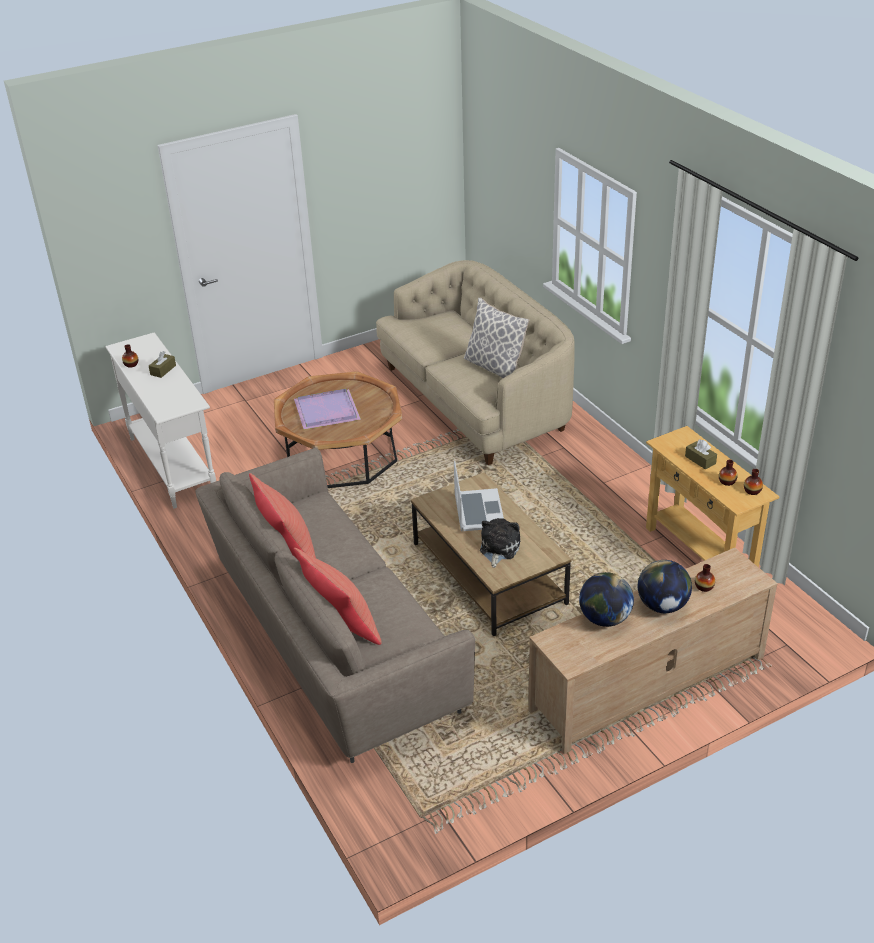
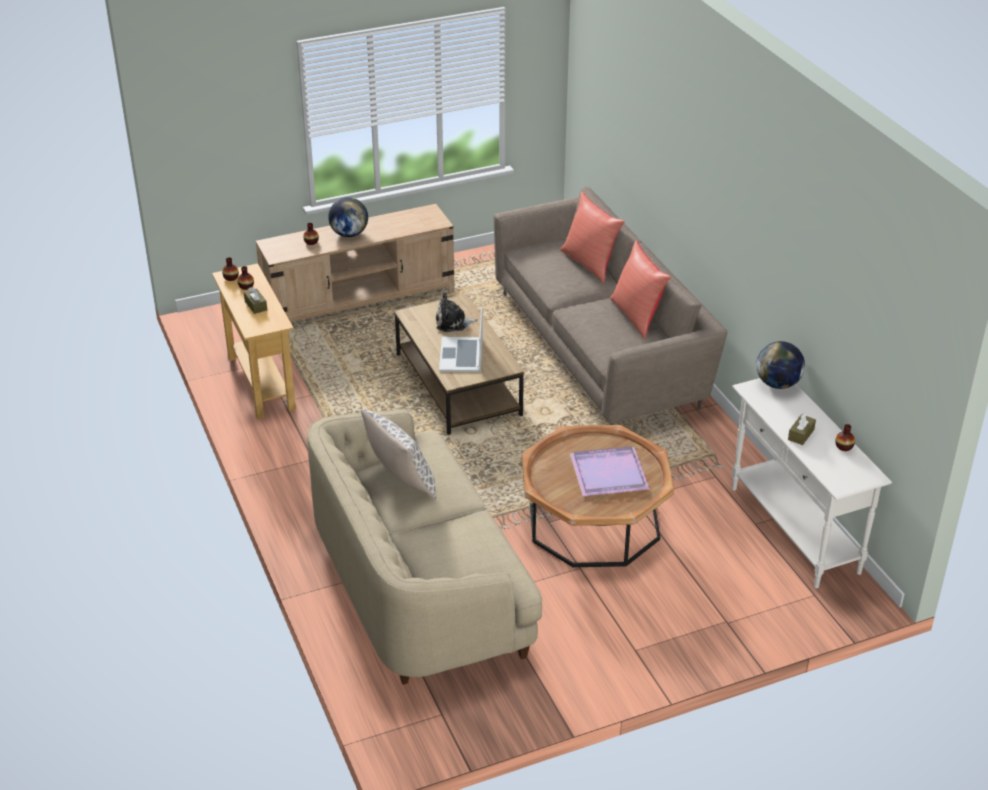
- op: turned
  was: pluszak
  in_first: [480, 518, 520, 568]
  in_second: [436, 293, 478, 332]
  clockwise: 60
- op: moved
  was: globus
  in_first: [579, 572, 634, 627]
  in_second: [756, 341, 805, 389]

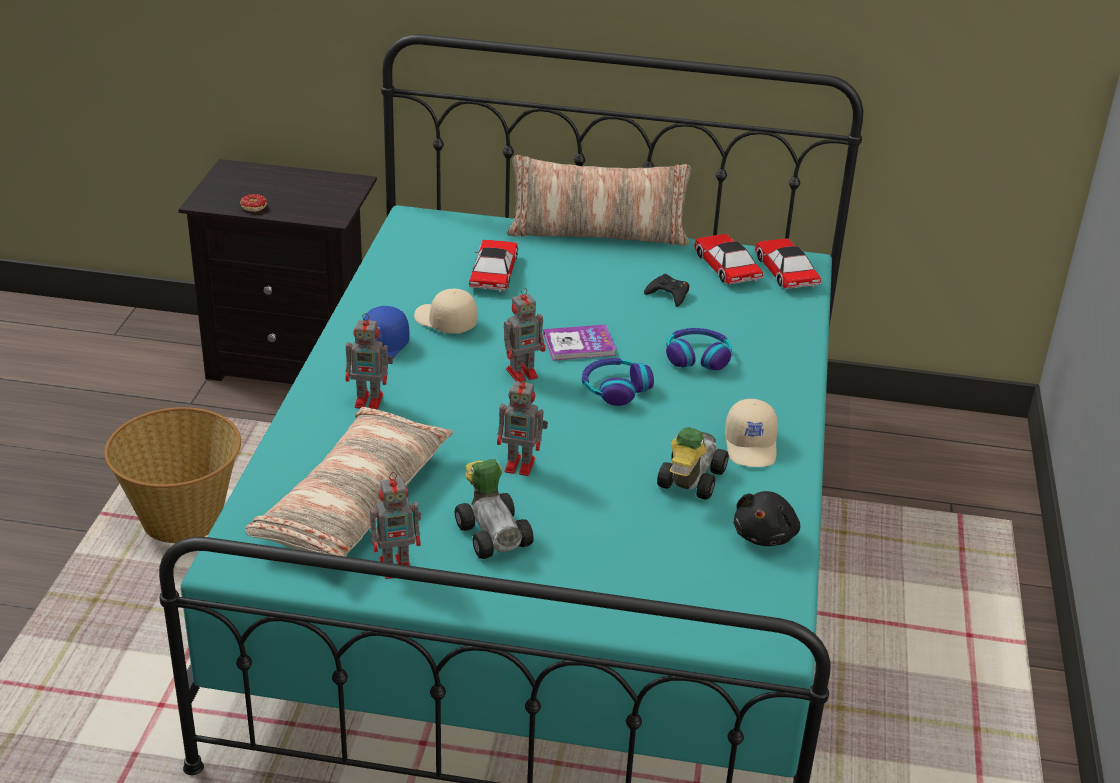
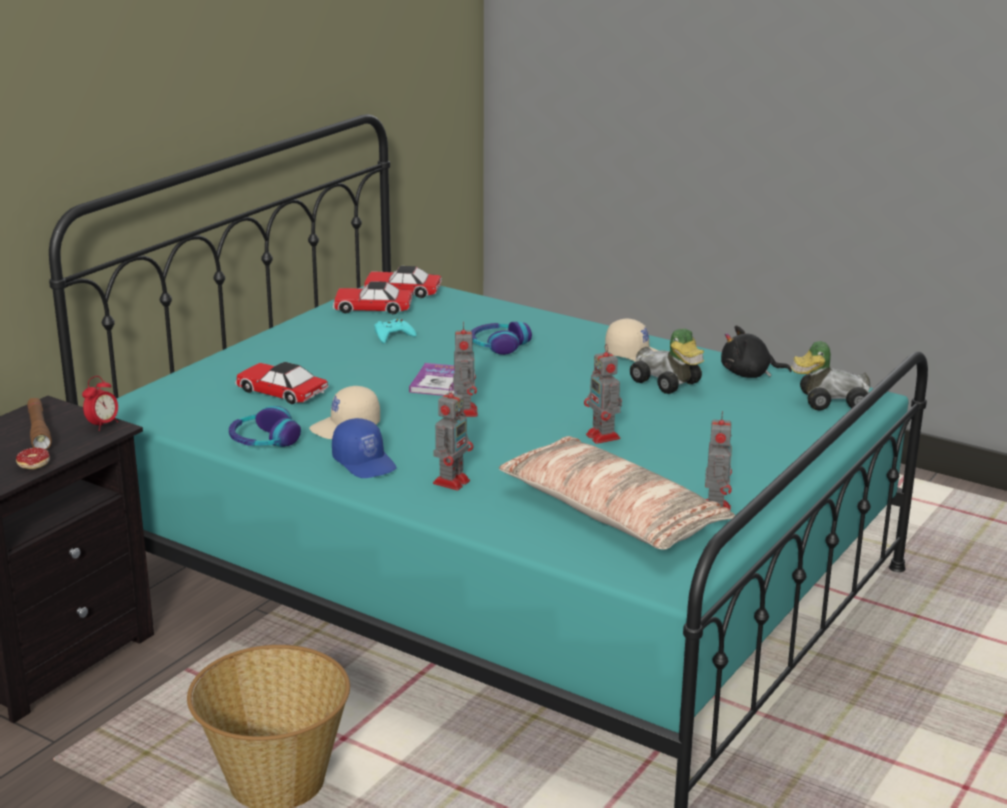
- op: added
  now: latarka [brązowy]
  in_second: [27, 398, 52, 450]
- op: added
  now: budzik
  in_second: [82, 376, 118, 431]
- op: moved
  was: słuchawki
  in_first: [582, 358, 654, 406]
  in_second: [229, 406, 301, 447]
- op: recoloured
  was: pad do gier [czarny]
  now: pad do gier [turkusowy]
  in_first: [644, 274, 689, 307]
  in_second: [374, 319, 417, 343]
- op: turned
  was: robot zabawkowy
  in_first: [497, 375, 548, 476]
  in_second: [584, 344, 622, 444]
  clockwise: 120
- op: turned
  was: pluszak [czarny]
  in_first: [734, 491, 800, 546]
  in_second: [721, 326, 792, 378]
  clockwise: 135
- op: moved
  was: samochodzik
  in_first: [455, 459, 534, 559]
  in_second: [791, 341, 870, 411]
- op: removed
  was: poduszka
  in_first: [506, 155, 691, 246]

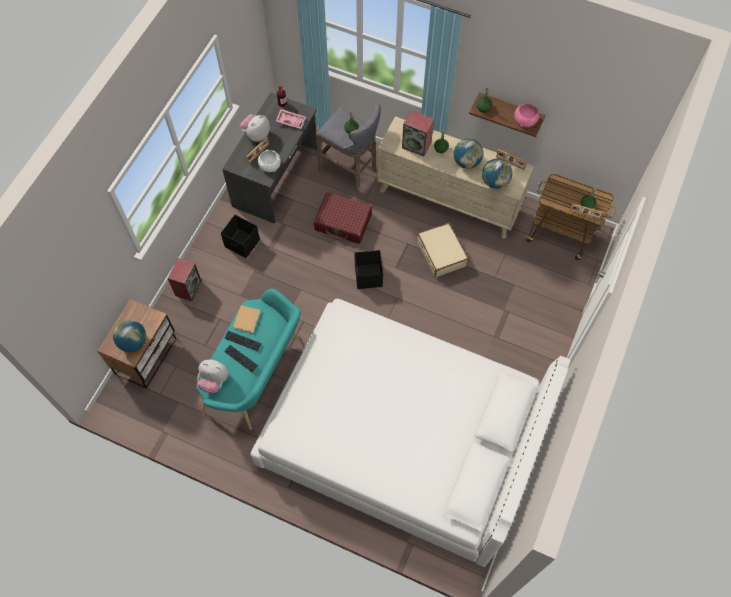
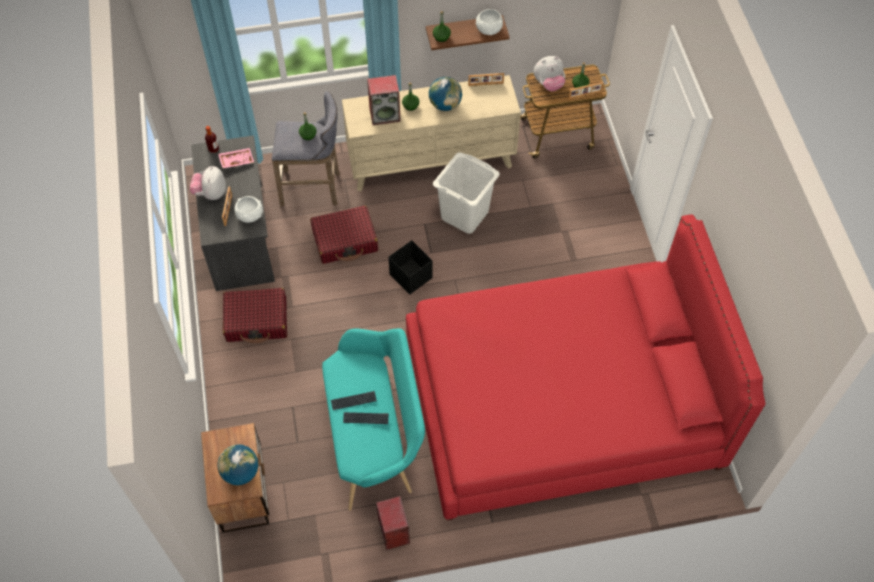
- op: replaced
  was: pojemnik do przechowywania [czarny]
  now: walizka [czerwony]
  in_first: [221, 215, 260, 258]
  in_second: [223, 288, 287, 343]
- op: moved
  was: głośnik
  in_first: [168, 258, 202, 301]
  in_second: [376, 496, 410, 550]
- op: recoloured
  was: łóżko [biały]
  now: łóżko [czerwony]
  in_first: [250, 299, 571, 567]
  in_second: [406, 215, 766, 521]
- op: replaced
  was: walizka [beżowy]
  now: kosz na pranie [biały]
  in_first: [417, 223, 468, 277]
  in_second: [433, 152, 500, 234]
- op: recoloured
  was: miska [różowy]
  now: miska [biały]
  in_first: [514, 104, 539, 127]
  in_second: [476, 9, 503, 35]
- op: moved
  was: pluszak
  in_first: [197, 360, 229, 393]
  in_second: [534, 56, 565, 91]
- op: removed
  was: książka [beżowy]
  in_first: [233, 305, 261, 333]
- op: removed
  was: globus
  in_first: [482, 158, 512, 189]

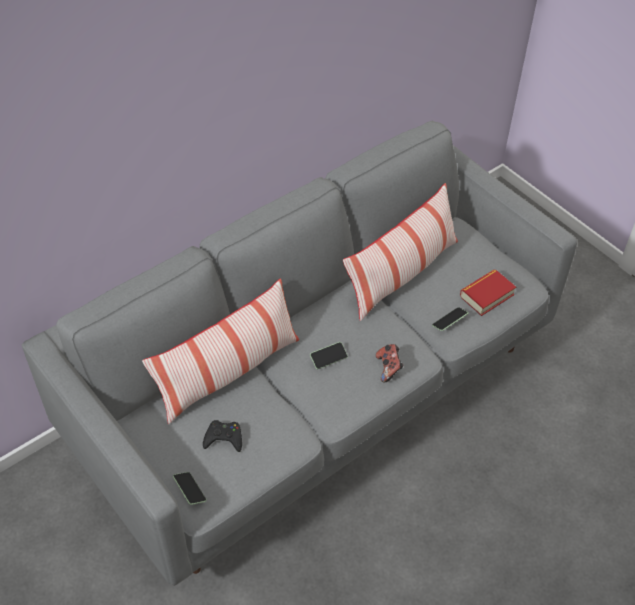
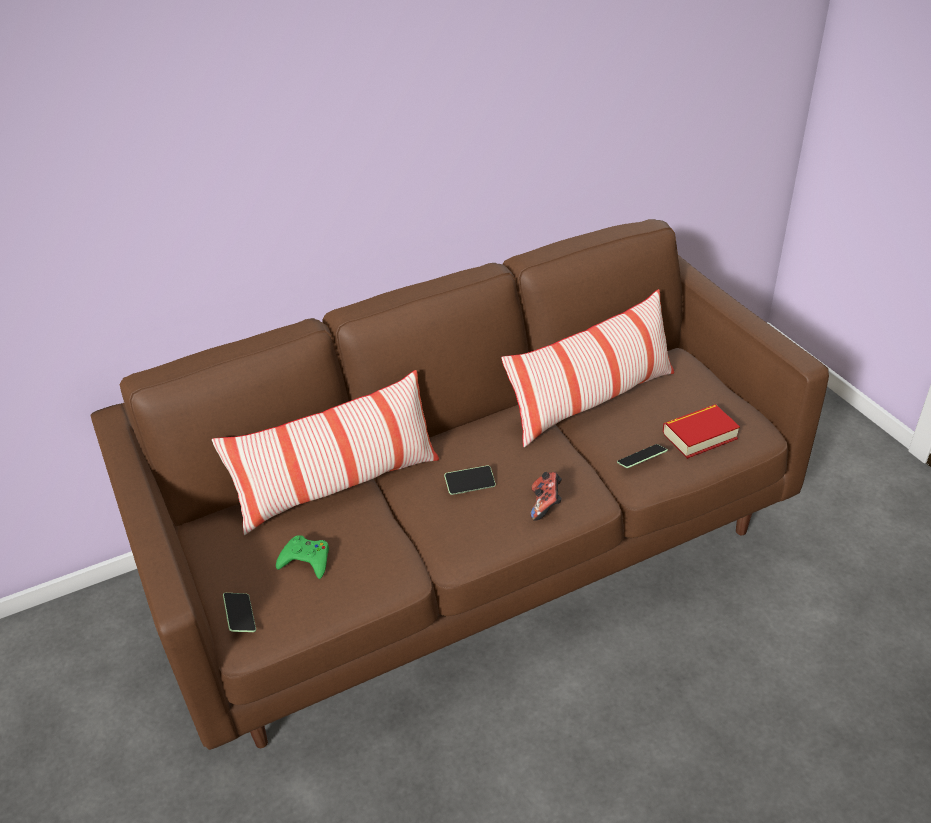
- op: recoloured
  was: kanapa [szary]
  now: kanapa [brązowy]
  in_first: [21, 121, 577, 586]
  in_second: [91, 219, 829, 750]
- op: recoloured
  was: pad do gier [czarny]
  now: pad do gier [zielony]
  in_first: [203, 420, 242, 452]
  in_second: [276, 535, 329, 579]

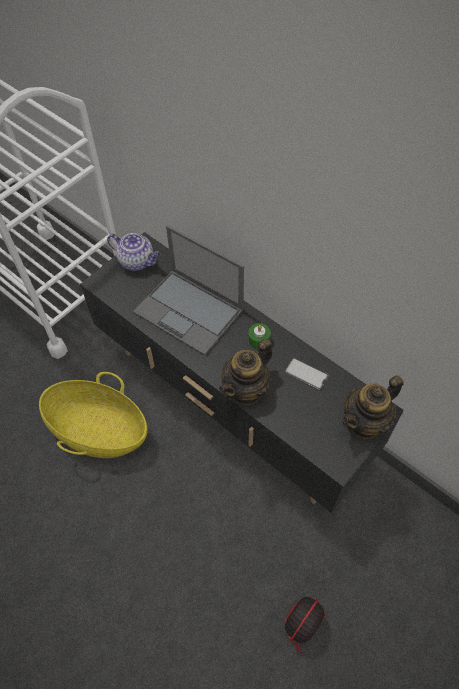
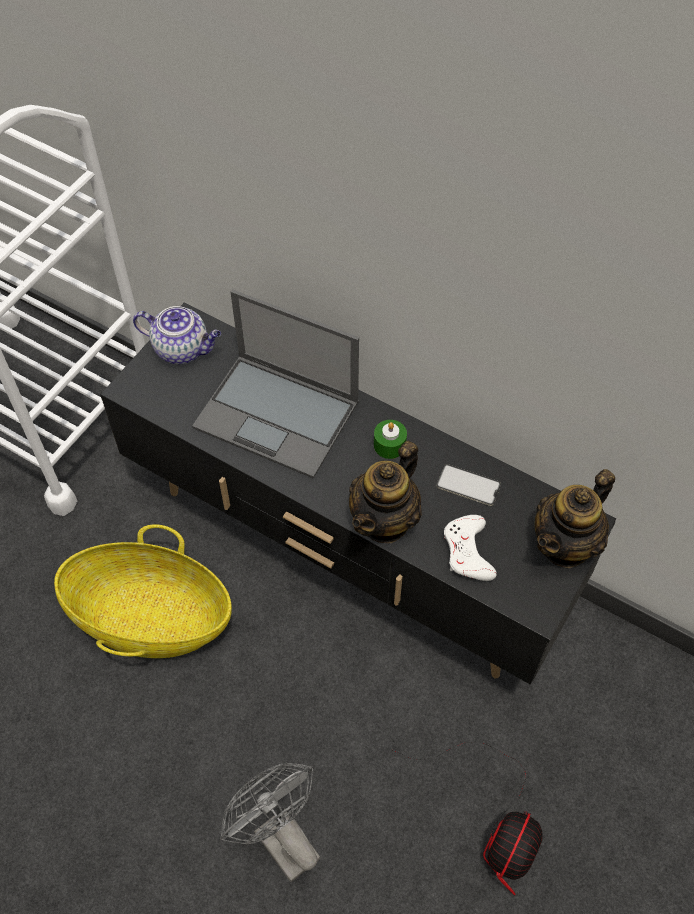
- op: added
  now: wentylator [szary]
  in_second: [220, 762, 320, 882]
- op: added
  now: pad do gier [biały]
  in_second: [444, 515, 497, 581]

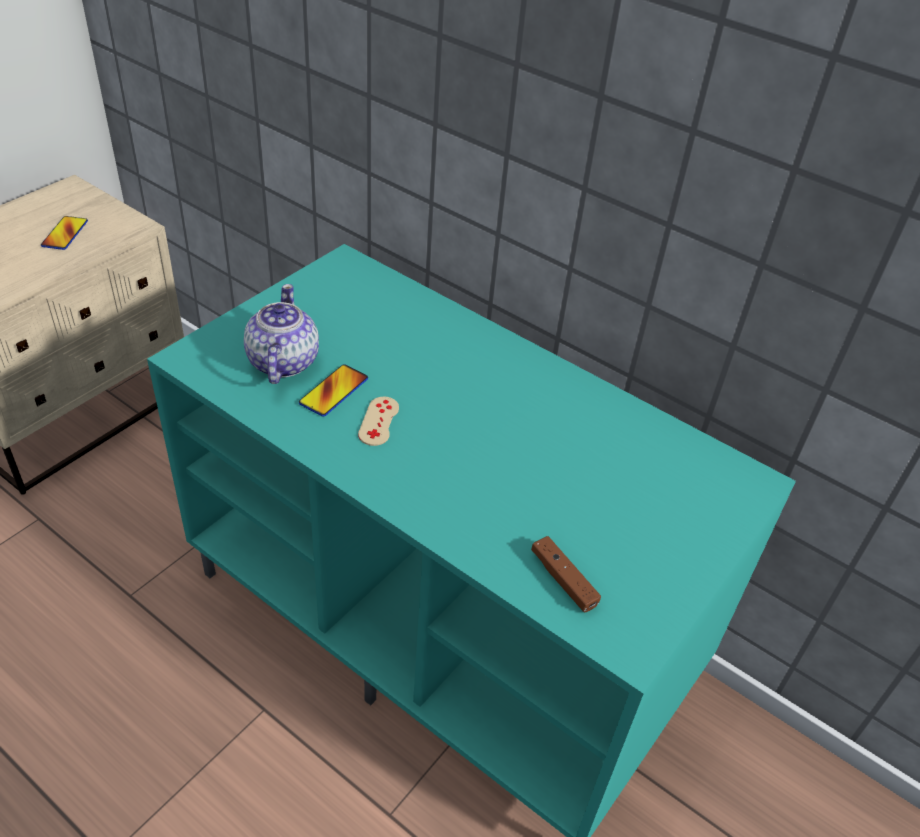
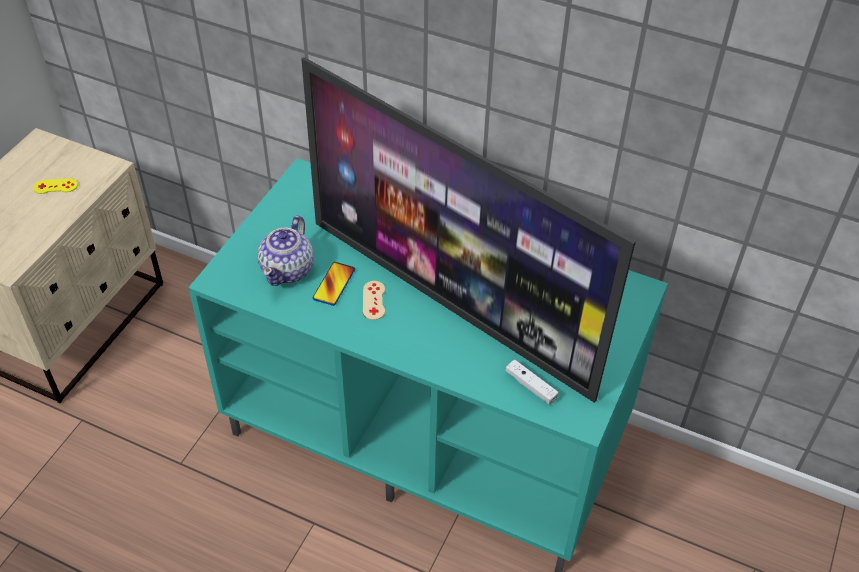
- op: replaced
  was: telefon
  now: pad do gier [żółty]
  in_first: [41, 216, 88, 250]
  in_second: [33, 179, 78, 194]
- op: turned
  was: imbryk
  in_first: [244, 284, 319, 384]
  in_second: [258, 215, 313, 286]
  clockwise: -150
- op: added
  now: telewizor
  in_second: [301, 57, 636, 403]
- op: recoloured
  was: pad do gier [brązowy]
  now: pad do gier [biały]
  in_first: [531, 536, 601, 613]
  in_second: [506, 360, 559, 405]

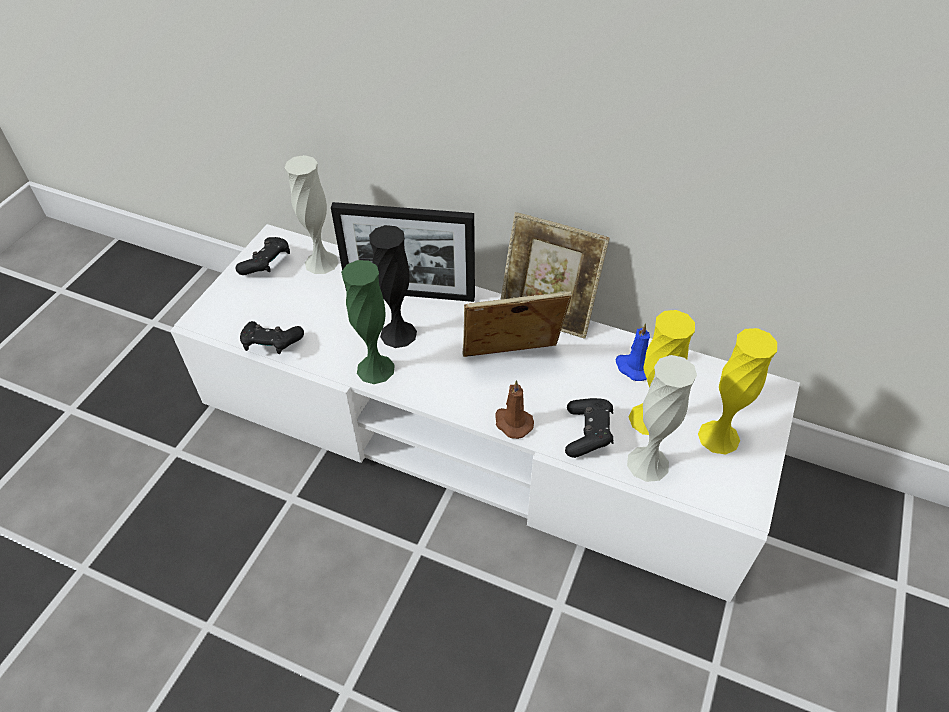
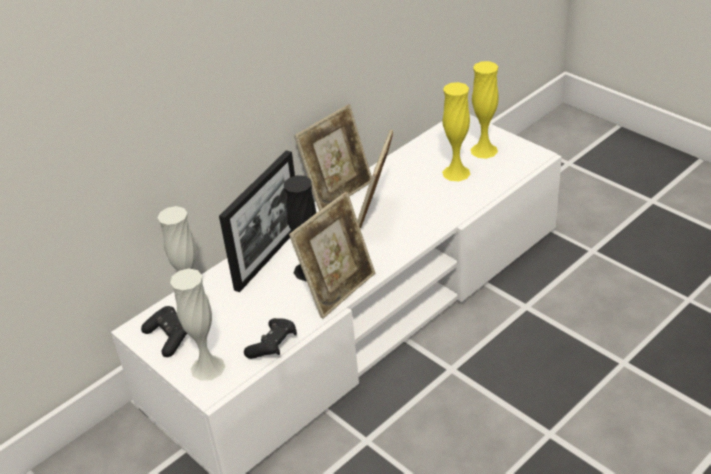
- op: moved
  was: wazon [biały]
  in_first: [627, 355, 697, 482]
  in_second: [170, 269, 225, 381]
- op: replaced
  was: wazon [zielony]
  now: ramka na zdjęcie
  in_first: [341, 260, 395, 384]
  in_second: [289, 192, 375, 318]
- op: removed
  was: świeca [brązowy]
  in_first: [495, 380, 534, 439]
- op: removed
  was: pad do gier [czarny]
  in_first: [565, 398, 613, 458]
- op: removed
  was: świeca [niebieski]
  in_first: [616, 323, 650, 381]

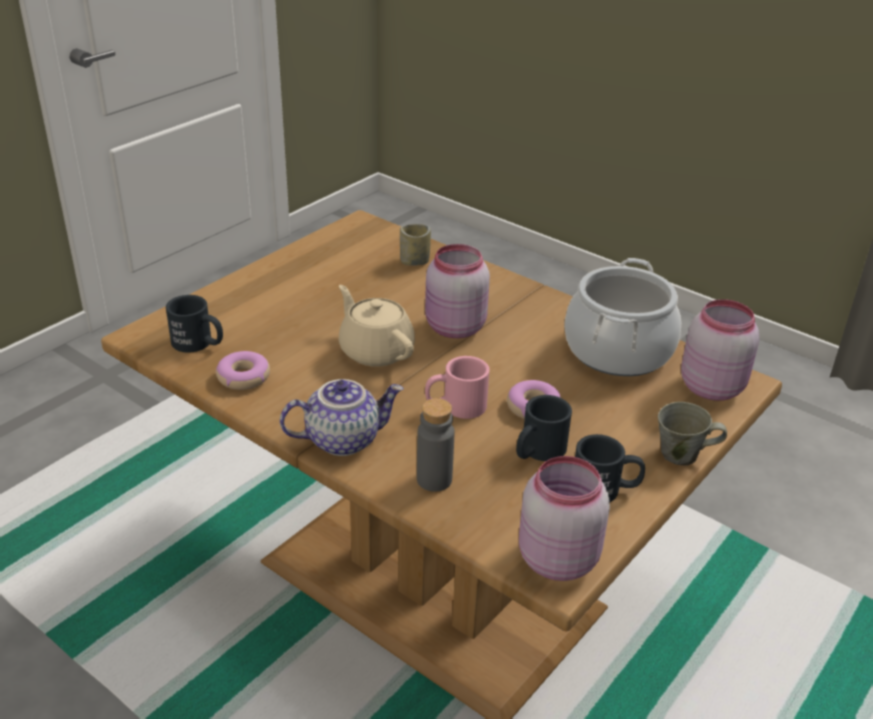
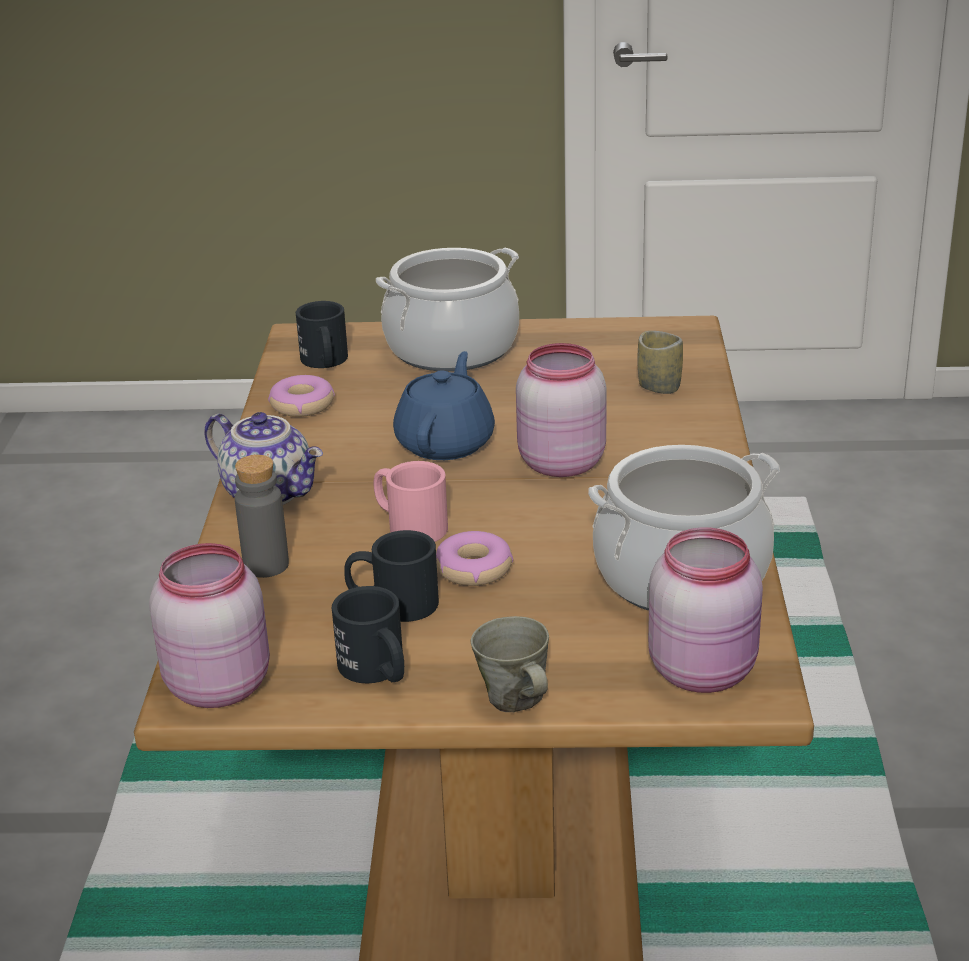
- op: added
  now: garnek
  in_second: [376, 248, 519, 372]
- op: recoloured
  was: imbryk [beżowy]
  now: imbryk [niebieski]
  in_first: [339, 285, 415, 367]
  in_second: [393, 351, 495, 460]

